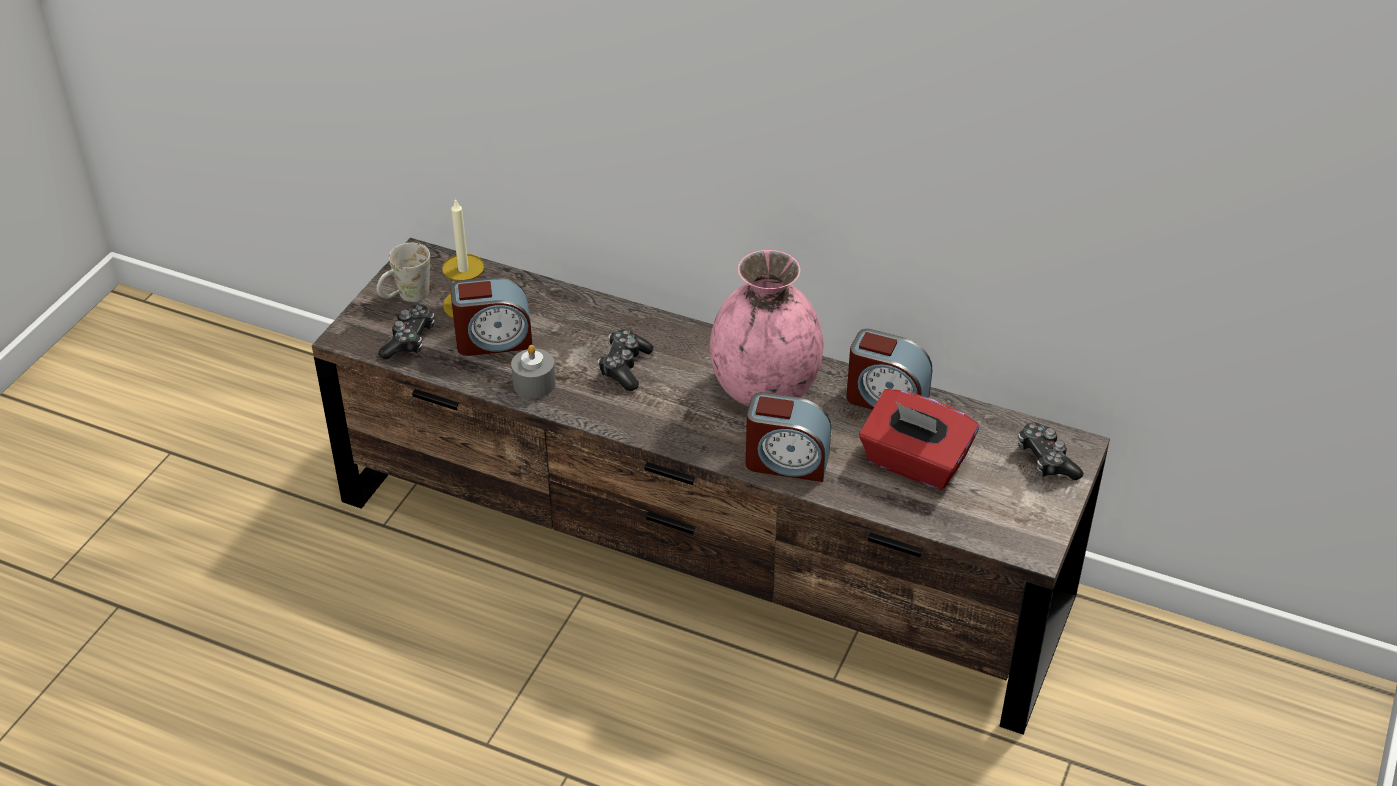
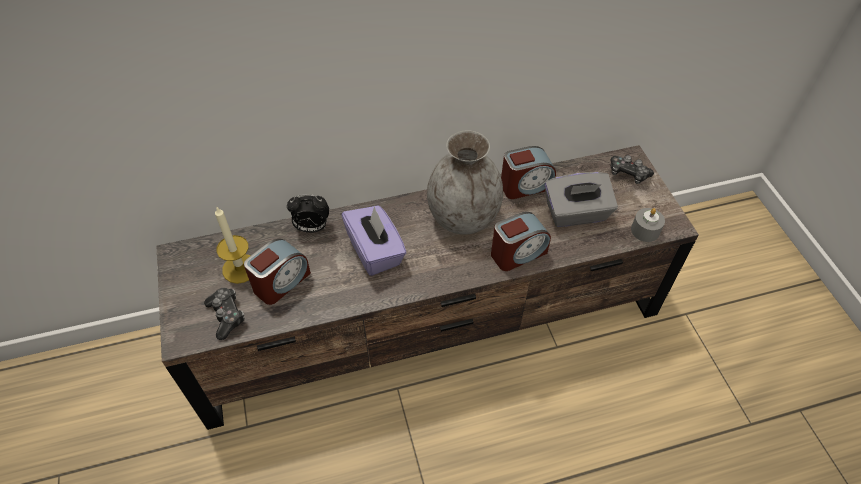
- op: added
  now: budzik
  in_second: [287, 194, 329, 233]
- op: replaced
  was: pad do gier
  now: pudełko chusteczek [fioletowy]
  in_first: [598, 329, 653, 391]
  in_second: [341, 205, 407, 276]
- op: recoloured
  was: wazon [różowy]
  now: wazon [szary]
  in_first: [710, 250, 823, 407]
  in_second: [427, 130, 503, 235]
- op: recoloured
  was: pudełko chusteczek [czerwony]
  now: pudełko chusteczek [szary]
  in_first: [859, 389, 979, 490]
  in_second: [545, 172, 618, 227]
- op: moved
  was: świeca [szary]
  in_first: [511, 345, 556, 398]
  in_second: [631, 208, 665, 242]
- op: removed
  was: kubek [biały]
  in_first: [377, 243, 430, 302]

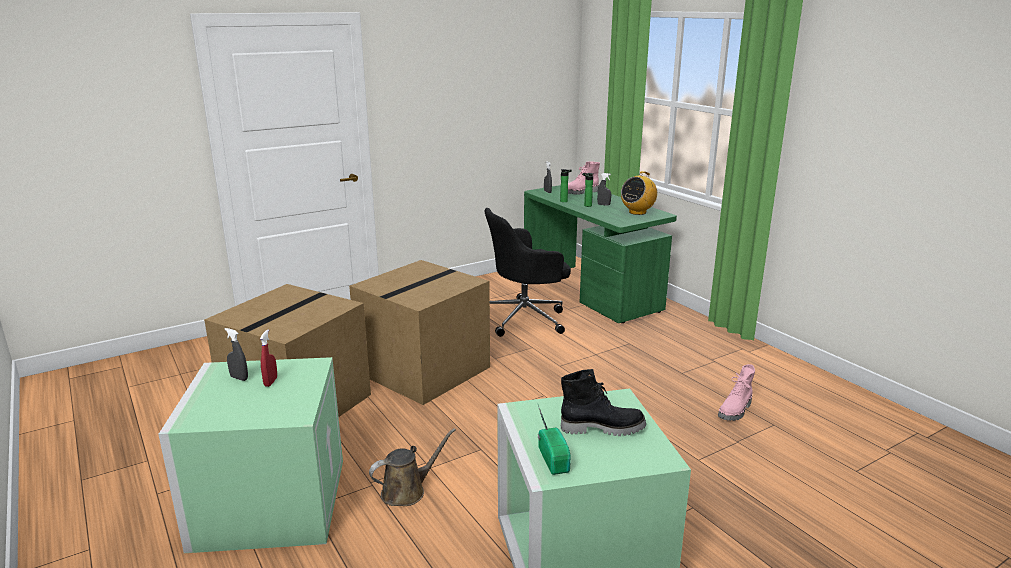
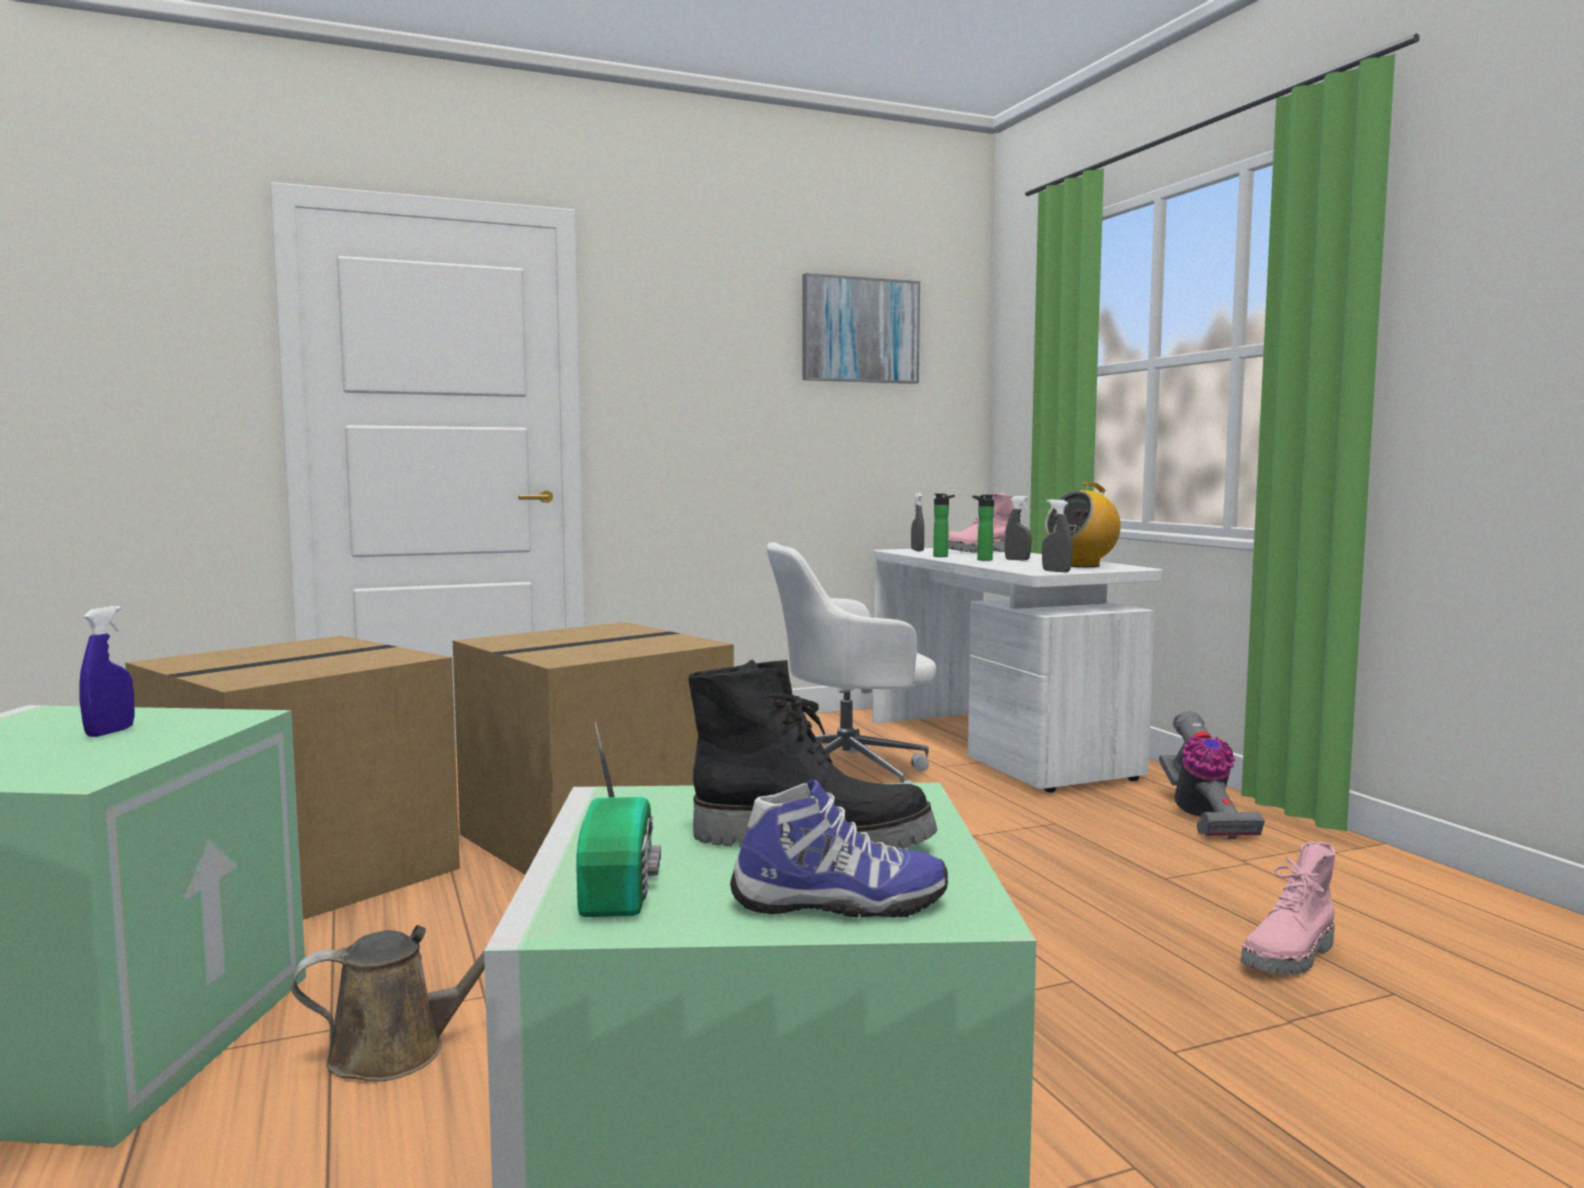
- op: recoloured
  was: spryskiwacz [czerwony]
  now: spryskiwacz [niebieski]
  in_first: [260, 329, 277, 387]
  in_second: [79, 606, 135, 737]
- op: added
  now: but
  in_second: [730, 780, 948, 918]
- op: recoloured
  was: krzesło biurowe [czarny]
  now: krzesło biurowe [biały]
  in_first: [485, 208, 571, 337]
  in_second: [767, 542, 936, 783]
- op: added
  now: obraz
  in_second: [802, 273, 920, 384]
- op: recoloured
  was: biurko [zielony]
  now: biurko [biały]
  in_first: [524, 185, 677, 323]
  in_second: [872, 548, 1163, 792]
- op: moved
  was: spryskiwacz [szary]
  in_first: [224, 328, 248, 381]
  in_second: [1042, 499, 1073, 572]
- op: added
  now: odkurzacz
  in_second: [1159, 711, 1265, 839]

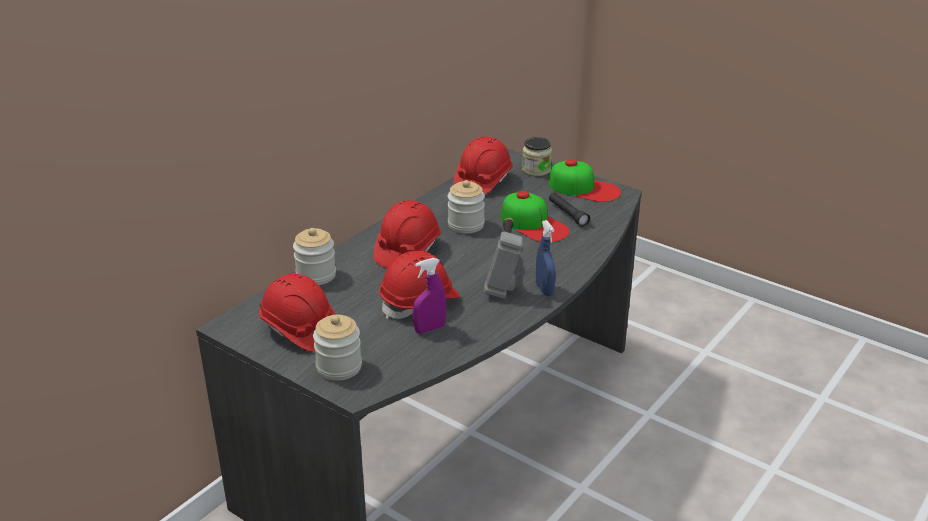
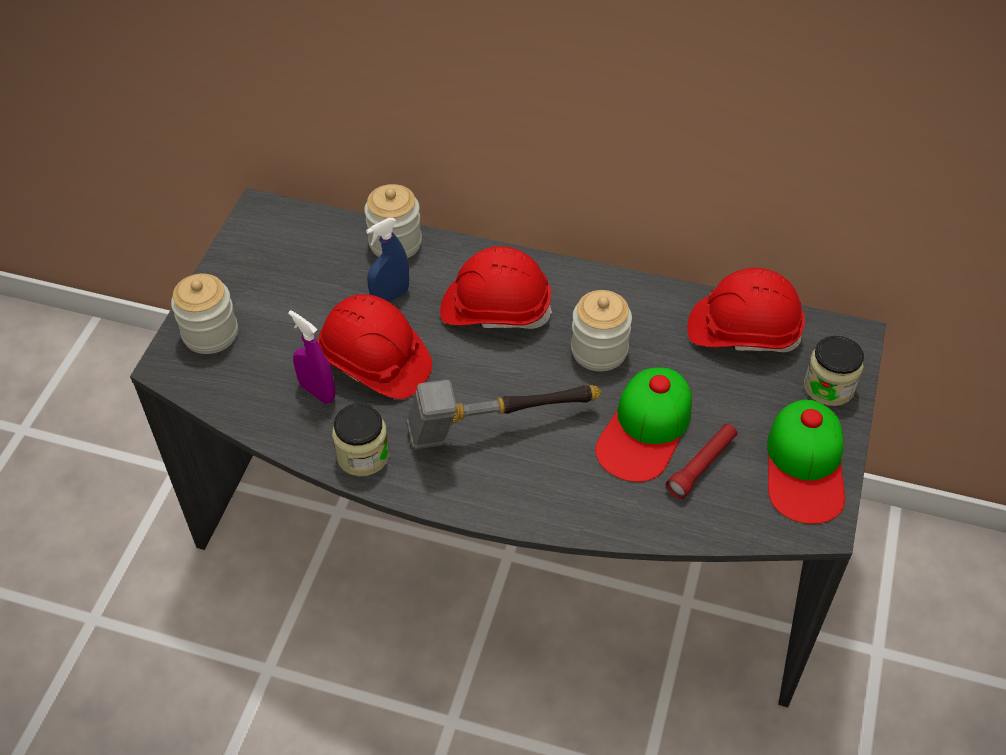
- op: added
  now: słoik
  in_second: [332, 403, 389, 476]
- op: moved
  was: spryskiwacz [niebieski]
  in_first: [536, 220, 556, 296]
  in_second: [366, 218, 409, 302]
- op: recoloured
  was: latarka [czarny]
  now: latarka [czerwony]
  in_first: [549, 193, 590, 227]
  in_second: [666, 423, 738, 499]
- op: removed
  was: kask [czerwony]
  in_first: [259, 274, 336, 352]

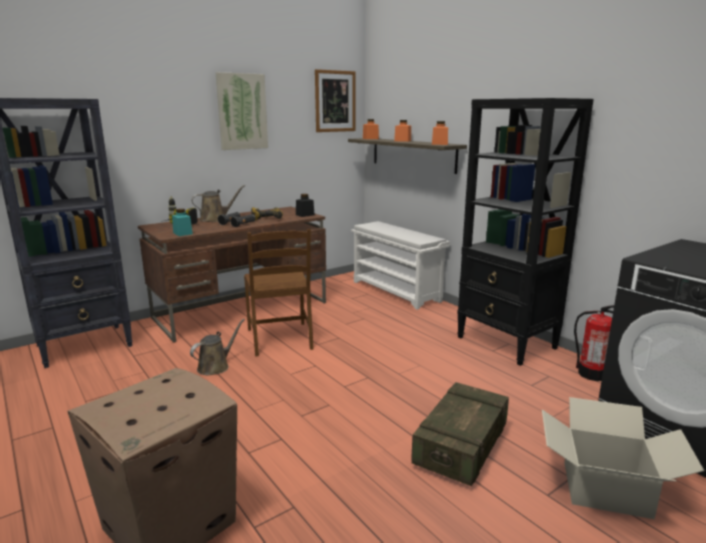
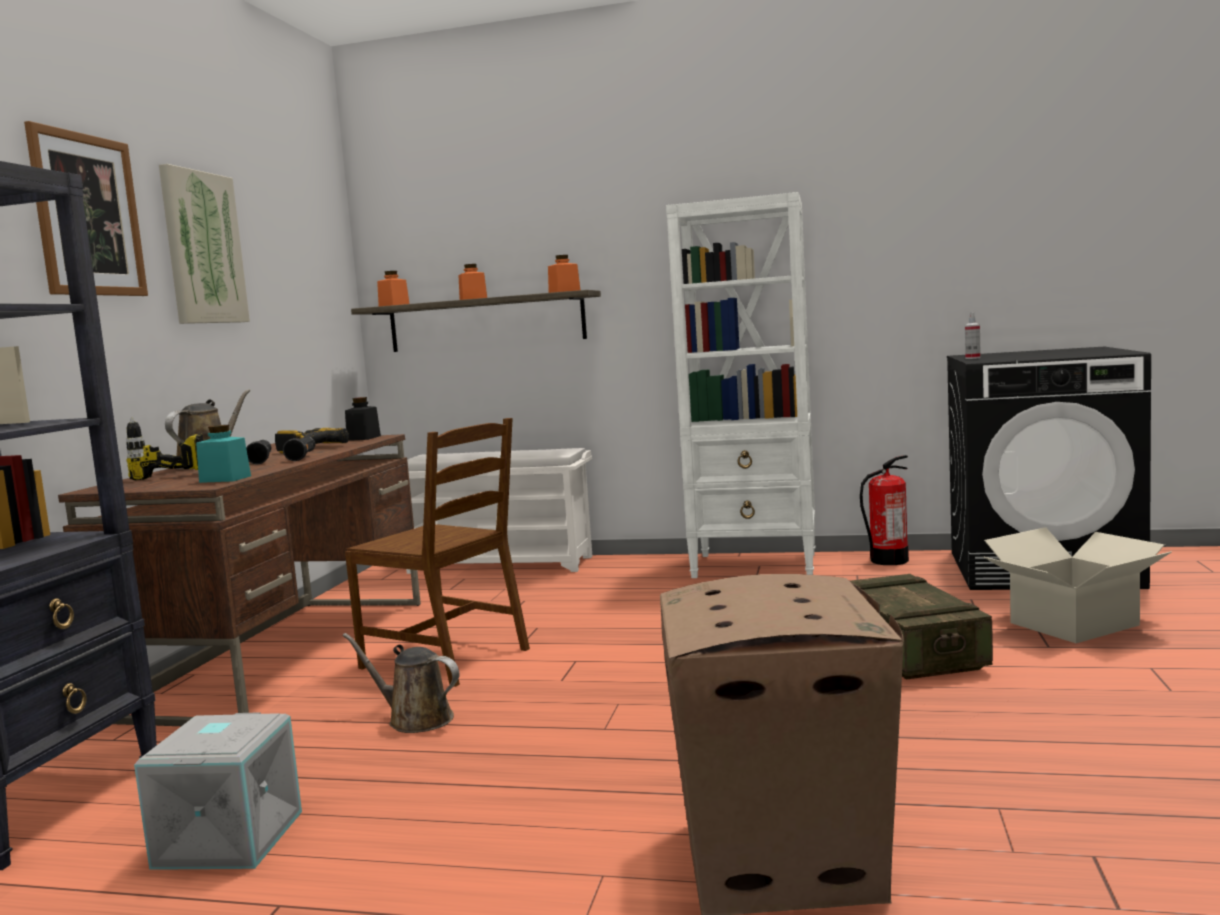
- op: moved
  was: obraz
  in_first: [315, 69, 356, 132]
  in_second: [24, 121, 148, 296]
- op: added
  now: pojemnik do przechowywania [szary]
  in_second: [134, 712, 302, 870]
- op: turned
  was: konewka [brązowy]
  in_first: [190, 319, 245, 375]
  in_second: [342, 633, 460, 733]
  clockwise: -60
- op: recoloured
  was: regał [czarny]
  now: regał [biały]
  in_first: [457, 98, 594, 366]
  in_second: [666, 192, 815, 578]
- op: added
  now: spryskiwacz
  in_second: [965, 312, 981, 359]

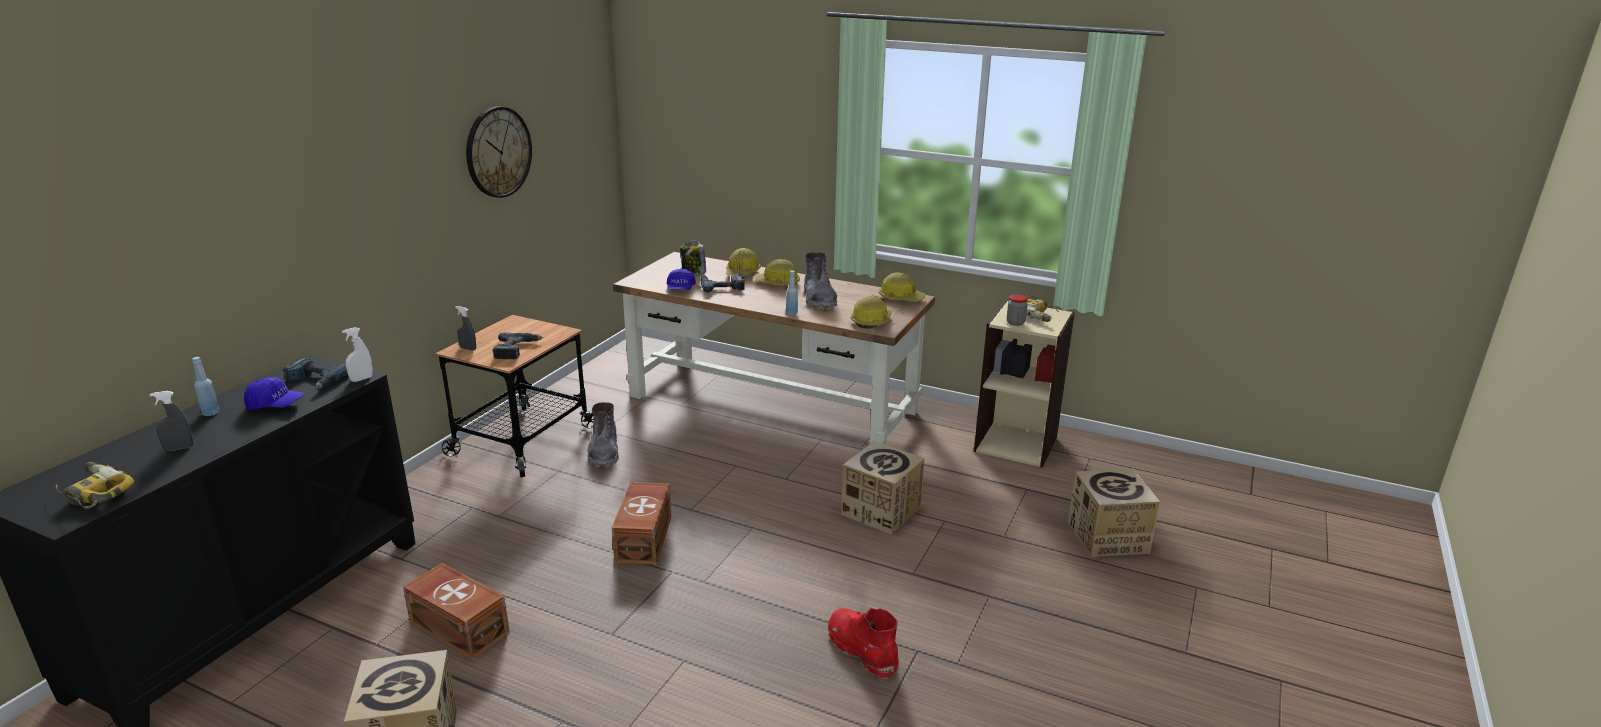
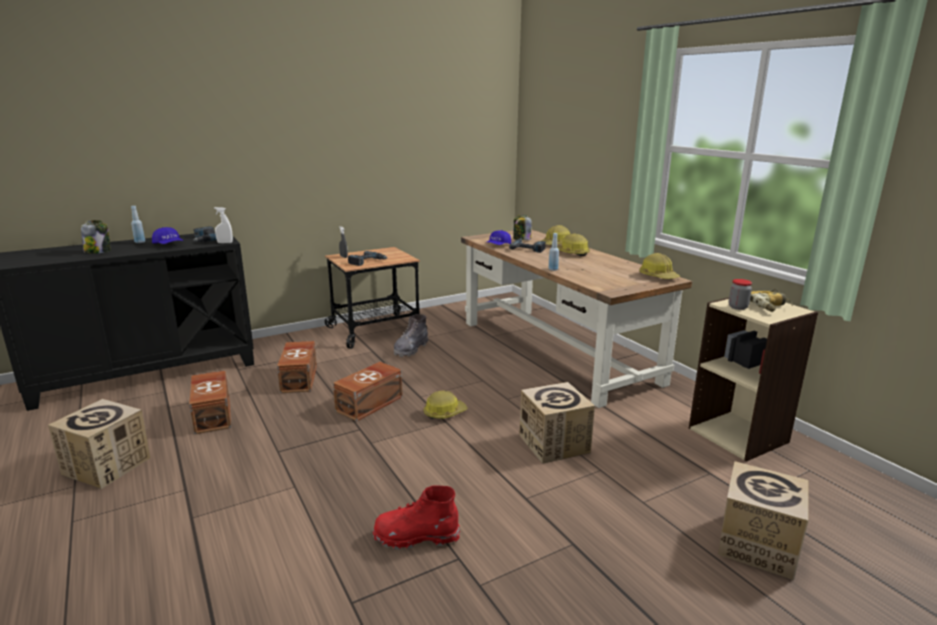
- op: replaced
  was: spryskiwacz [szary]
  now: słoik
  in_first: [150, 391, 193, 451]
  in_second: [81, 220, 111, 254]
- op: added
  now: pojemnik do przechowywania [brązowy]
  in_second: [277, 341, 317, 393]
- op: turned
  was: but z cholewką [czerwony]
  in_first: [828, 608, 899, 679]
  in_second: [373, 486, 460, 550]
  clockwise: -90
- op: moved
  was: kask
  in_first: [851, 295, 892, 329]
  in_second: [424, 391, 468, 419]
- op: removed
  was: wiertarka
  in_first: [55, 462, 135, 509]
- op: removed
  was: zegar ścienny
  in_first: [466, 107, 532, 198]
- op: removed
  was: but z cholewką [szary]
  in_first: [804, 252, 837, 310]

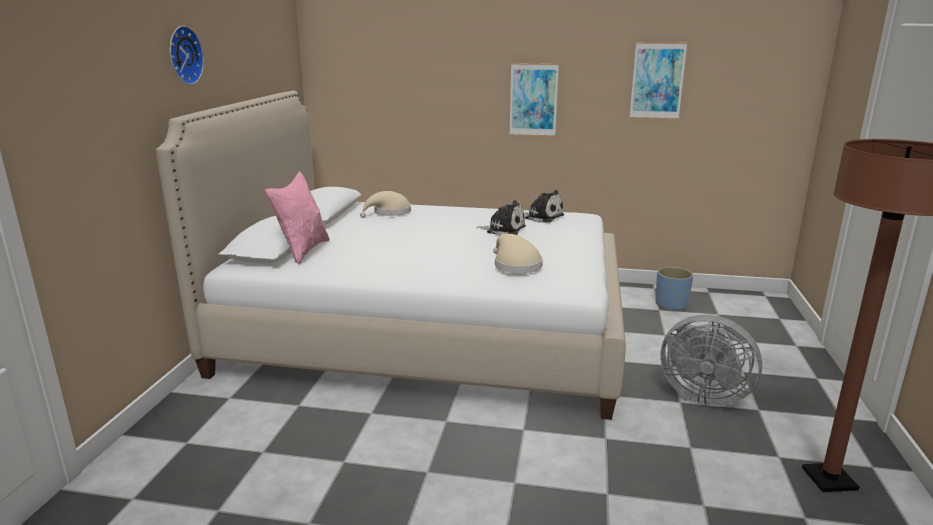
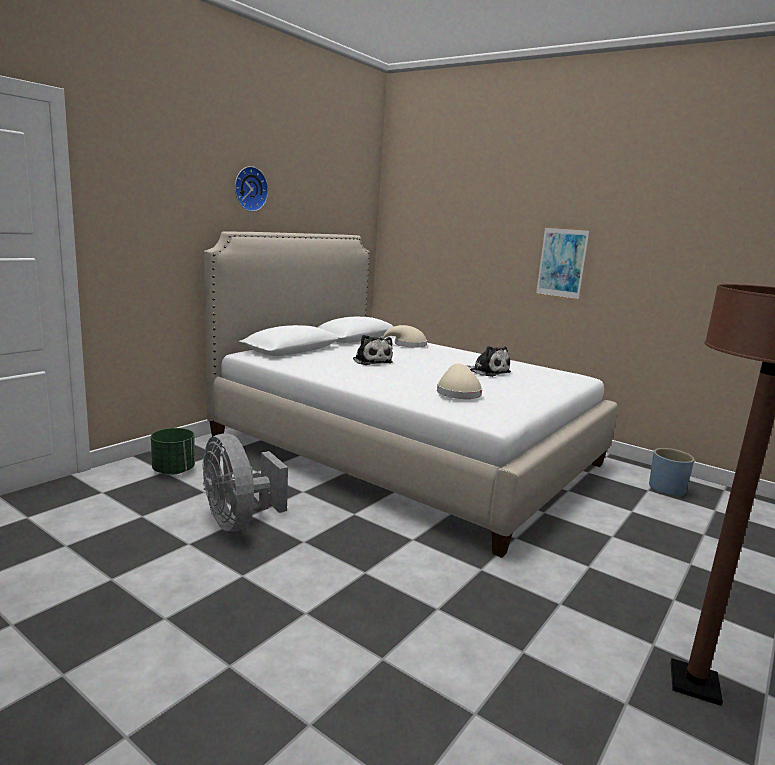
- op: added
  now: donica [zielony]
  in_second: [151, 428, 195, 475]
- op: moved
  was: wentylator [szary]
  in_first: [661, 315, 762, 406]
  in_second: [202, 433, 288, 532]
- op: moved
  was: pluszak
  in_first: [524, 190, 564, 223]
  in_second: [353, 335, 393, 365]
- op: removed
  was: poduszka [różowy]
  in_first: [265, 171, 330, 265]
- op: removed
  was: obraz
  in_first: [629, 42, 687, 120]

